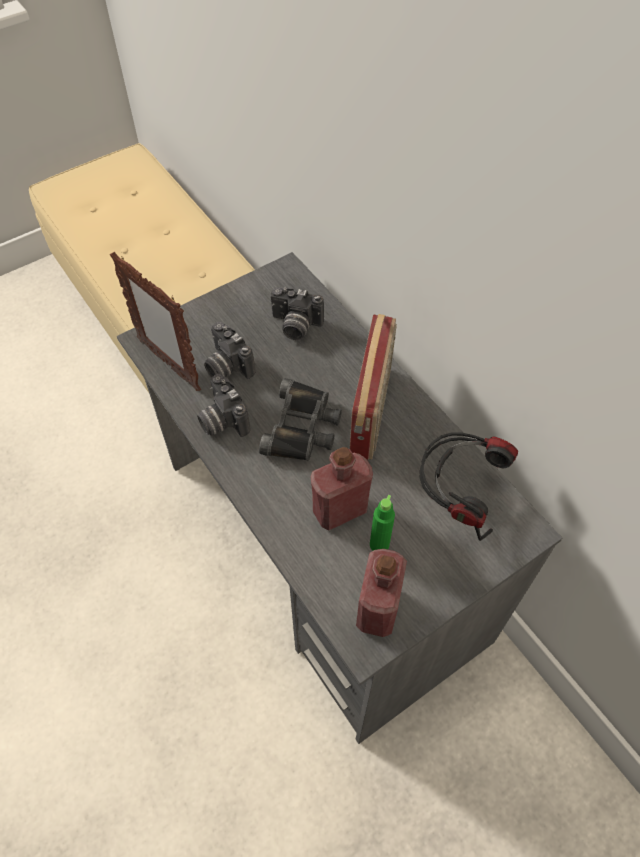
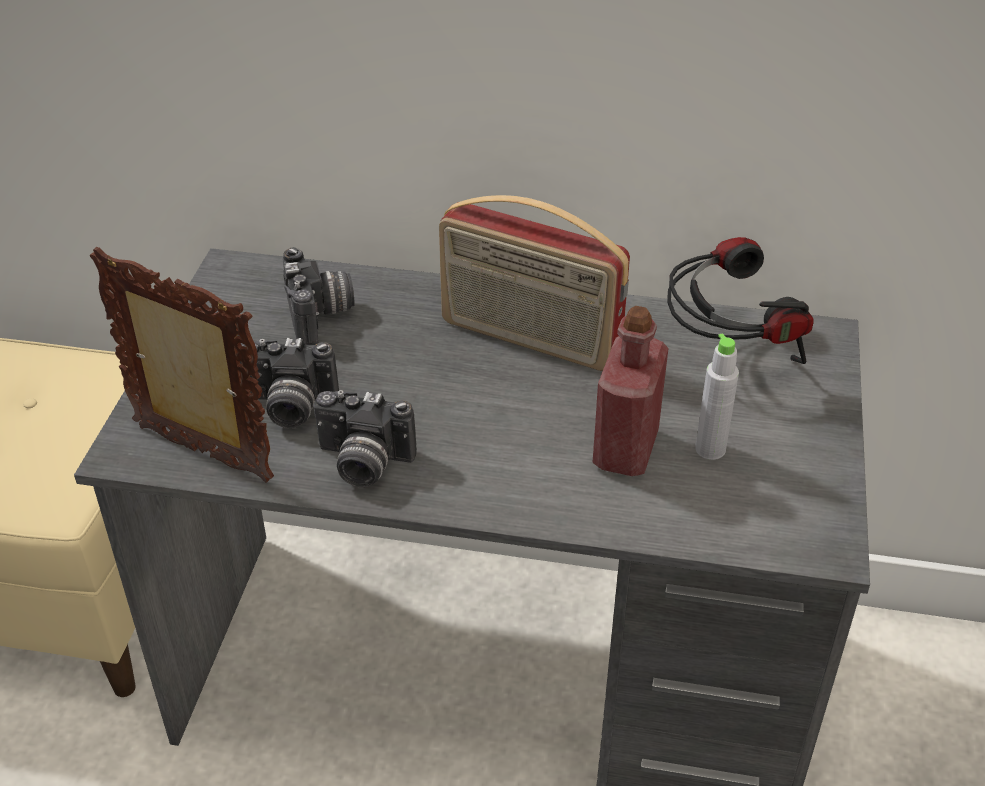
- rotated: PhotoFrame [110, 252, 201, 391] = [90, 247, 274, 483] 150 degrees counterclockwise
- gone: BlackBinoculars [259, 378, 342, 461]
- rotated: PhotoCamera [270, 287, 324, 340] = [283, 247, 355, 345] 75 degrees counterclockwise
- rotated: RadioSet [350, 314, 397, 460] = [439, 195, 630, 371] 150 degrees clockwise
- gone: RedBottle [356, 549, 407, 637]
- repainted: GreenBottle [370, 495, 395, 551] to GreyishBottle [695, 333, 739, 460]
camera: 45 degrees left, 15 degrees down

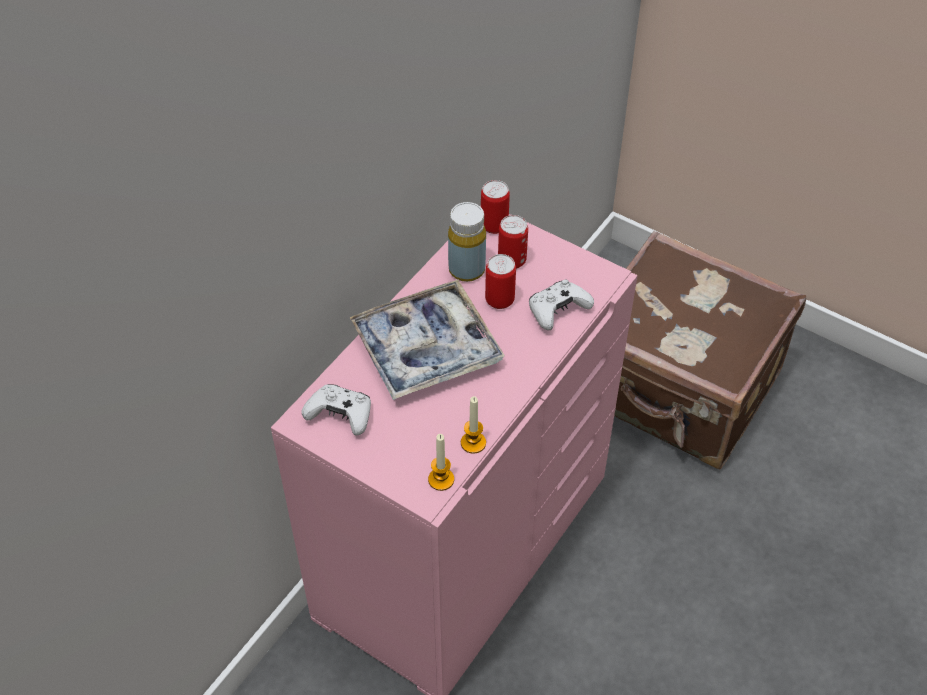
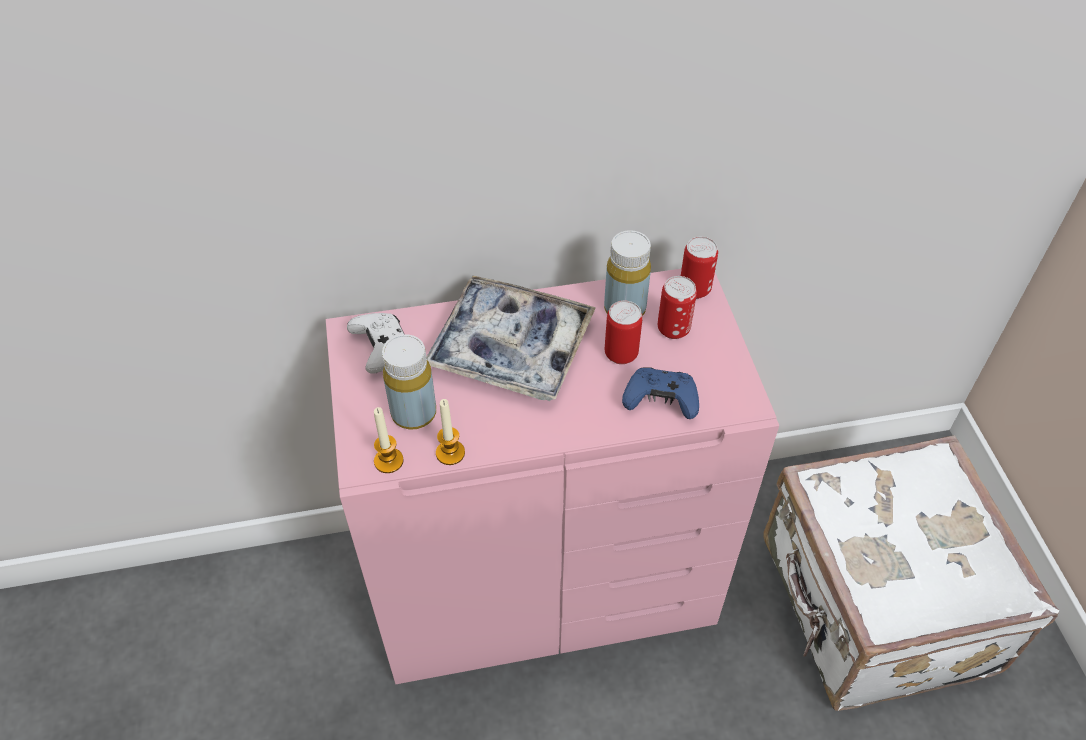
- repainted: WhiteGamepad [529, 280, 594, 330] to BlueColouredGamepad [622, 368, 699, 419]
- repainted: BrownishSuitcase [614, 231, 806, 469] to WhiteSuitcase [763, 435, 1059, 711]
- new: YellowishBottle [382, 334, 436, 429]
camera: 45 degrees right, 0 degrees up

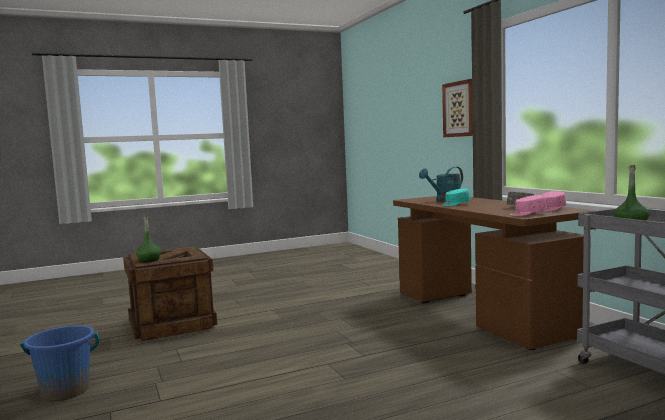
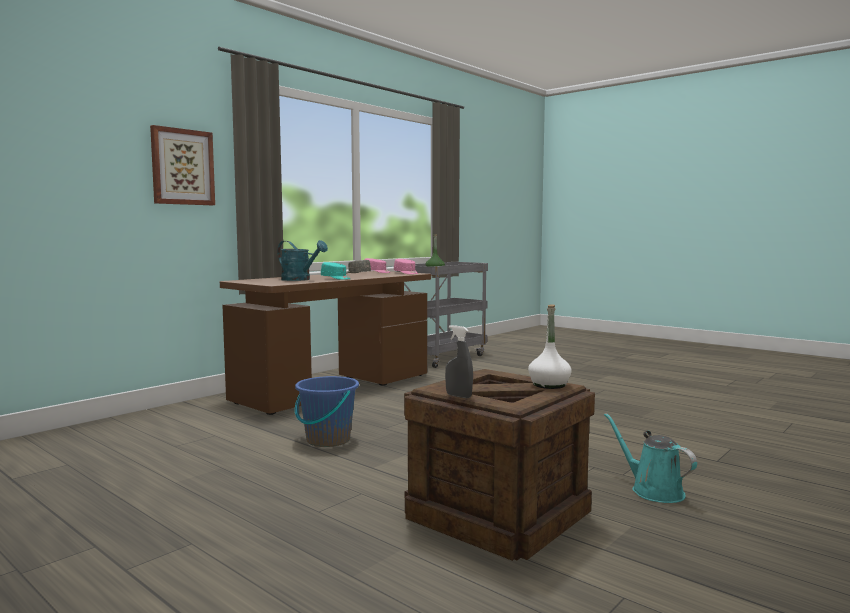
- shifted: BlueColouredPail [20, 325, 99, 401] to [295, 376, 359, 447]
- repainted: GreenBottle [136, 216, 161, 263] to WhiteBottle [528, 304, 572, 389]
- new: GreyishSprayer [445, 325, 473, 398]
- new: TurquoiseColouredWateringPot [604, 413, 697, 503]
camera: 115 degrees left, 0 degrees up

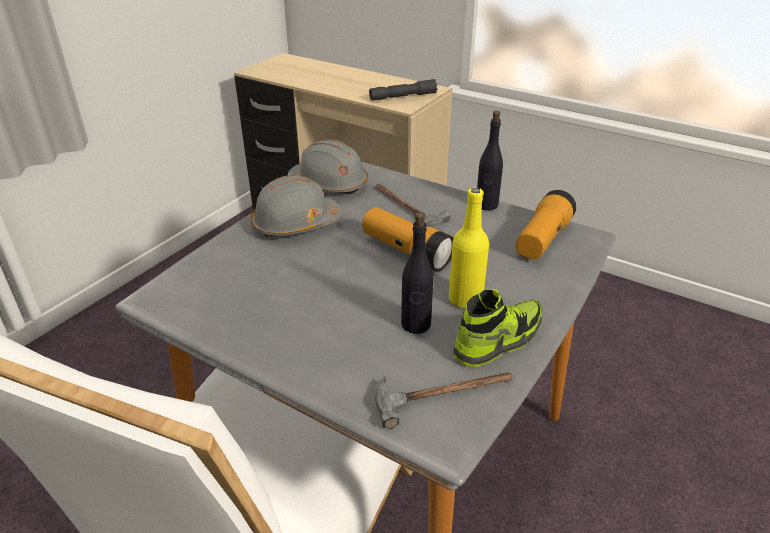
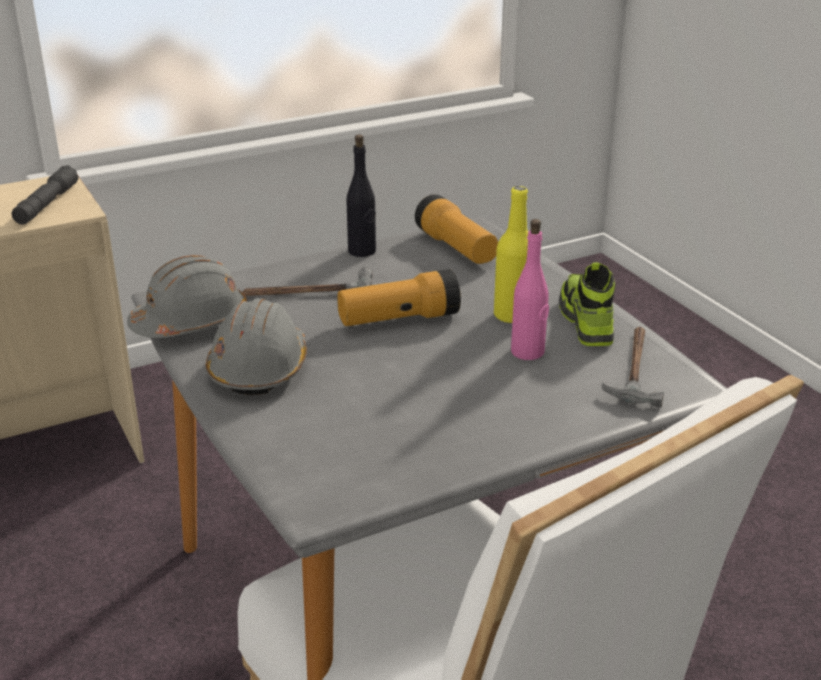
- repainted: BlackBottle [401, 212, 433, 334] to PinkColouredBottle [511, 219, 549, 360]
camera: 60 degrees left, 5 degrees down

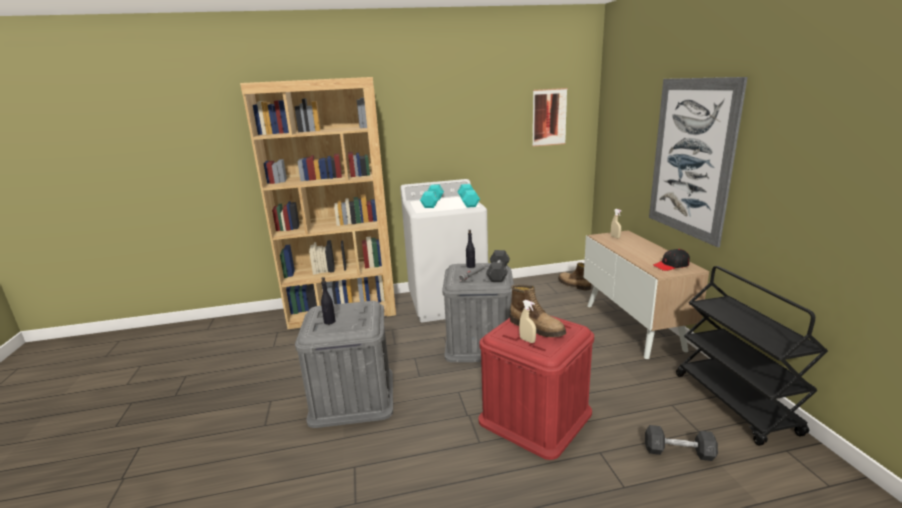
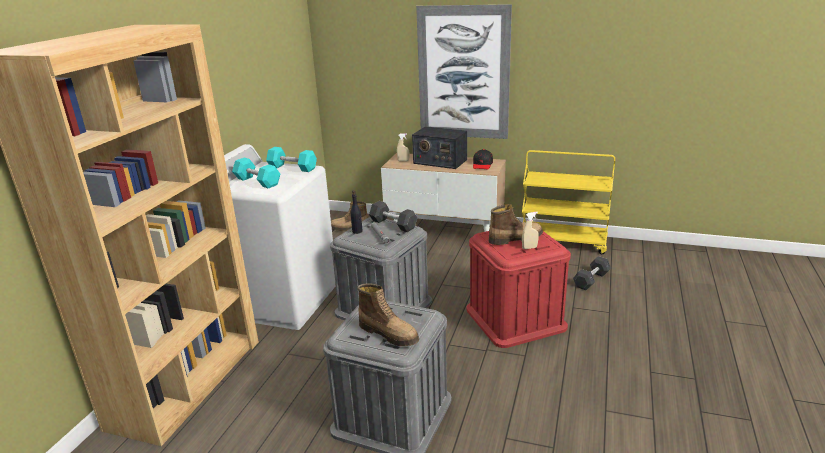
- swapped: BlackBottle [321, 277, 336, 325] to TallBoot [357, 284, 419, 346]
- gone: WallArt [532, 88, 567, 147]
- repainted: BlackWheeledCart [676, 266, 828, 446] to YellowishWheeledCart [522, 150, 615, 254]
- new: RadioSet [412, 127, 467, 169]
camera: 60 degrees left, 5 degrees up

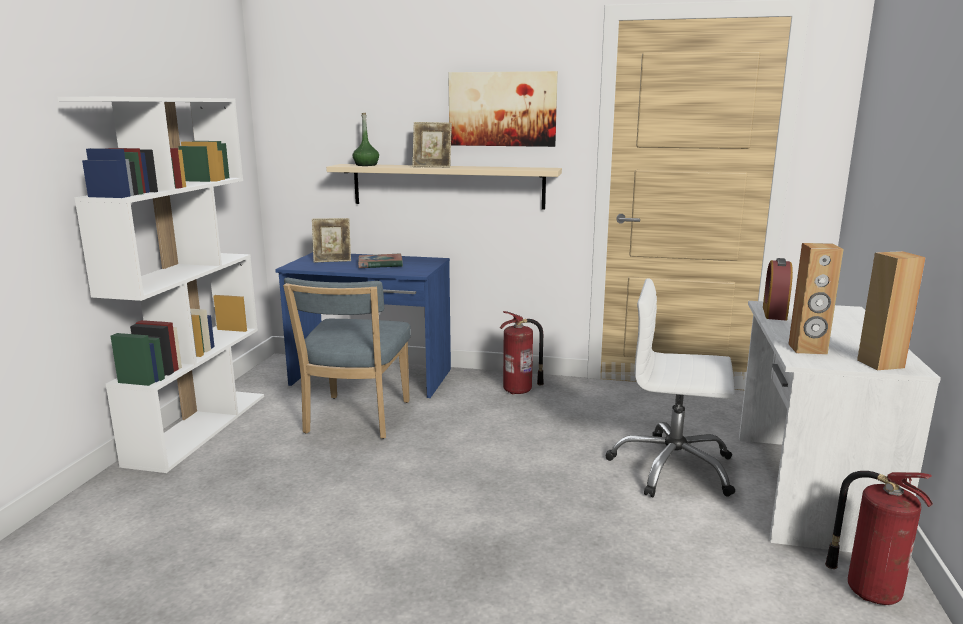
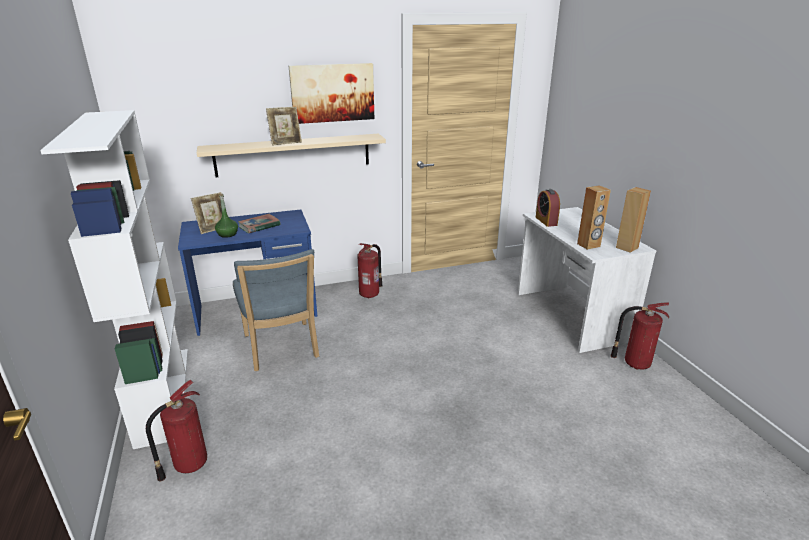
- shifted: GreenBottle [352, 113, 379, 166] to [215, 194, 238, 238]
- gone: WhiteDeskChair [606, 278, 735, 497]
- new: FireFightingCylinder [146, 380, 207, 481]
camera: 30 degrees left, 10 degrees up

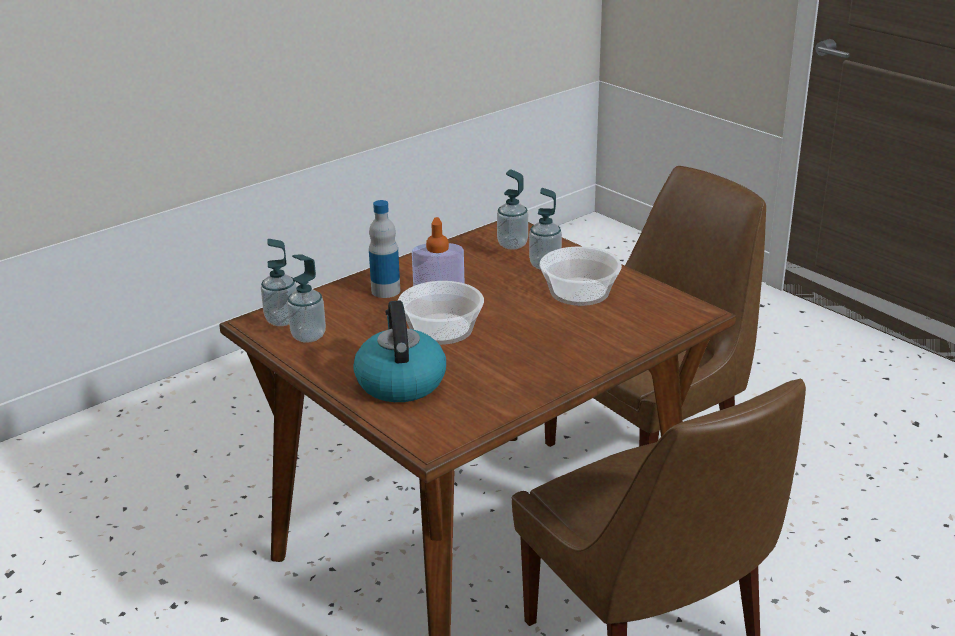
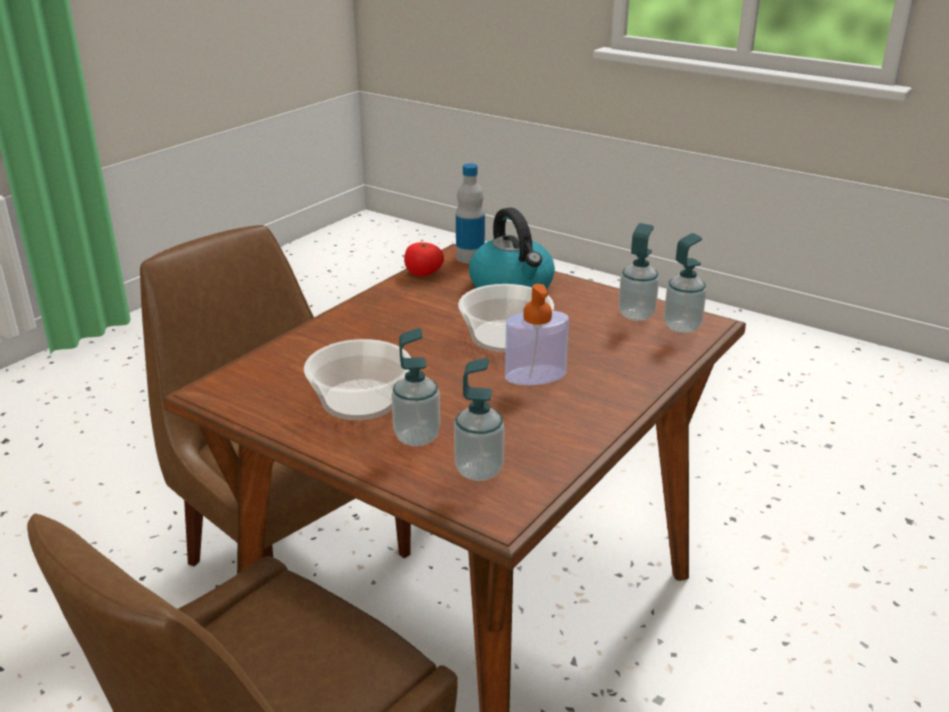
- shifted: Bottle [369, 200, 400, 298] to [456, 163, 485, 264]
- new: FreshTomato [404, 242, 444, 276]
camera: 165 degrees right, 0 degrees up

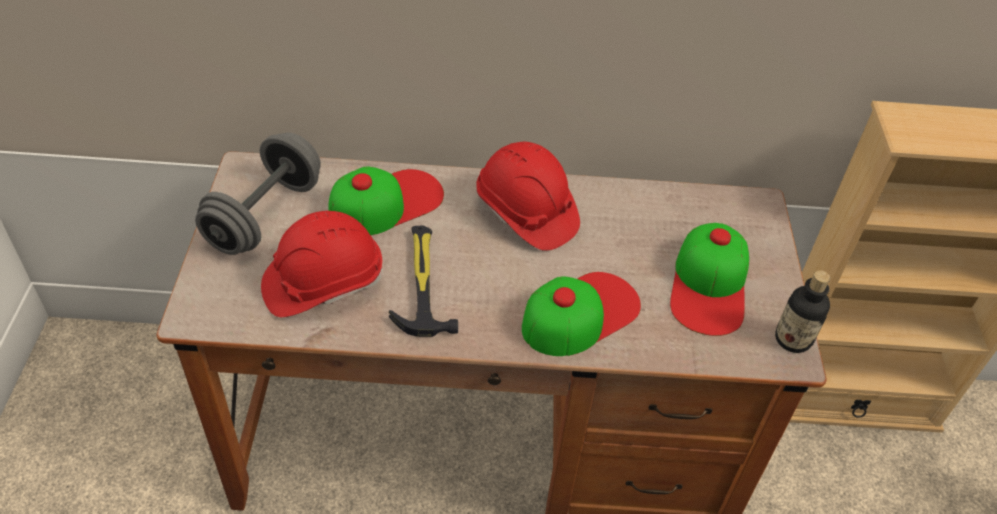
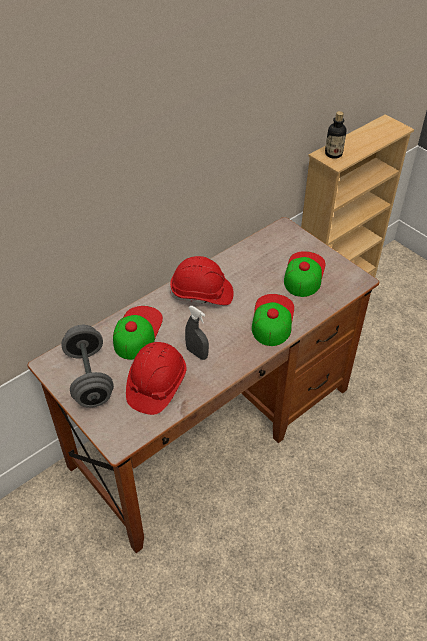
- swapped: HandHammer [389, 226, 458, 337] to GreyishSprayer [185, 306, 209, 360]
- rotated: PeakedCap [670, 223, 749, 336] = [284, 251, 325, 297] 135 degrees counterclockwise
- shifted: Bottle [775, 270, 830, 353] to [325, 111, 346, 159]
camera: 40 degrees left, 0 degrees up

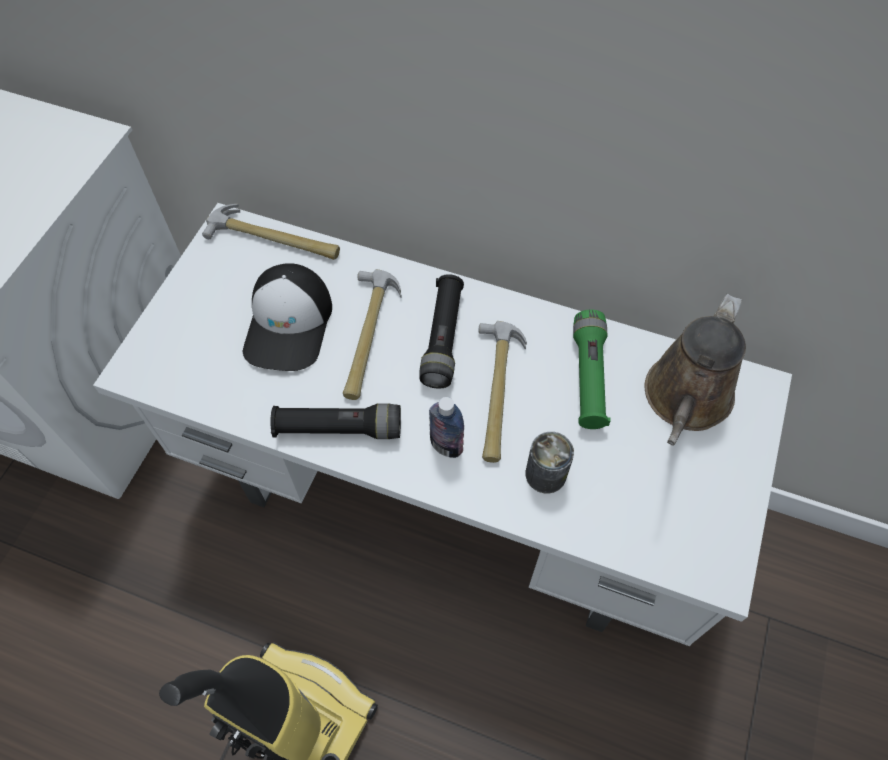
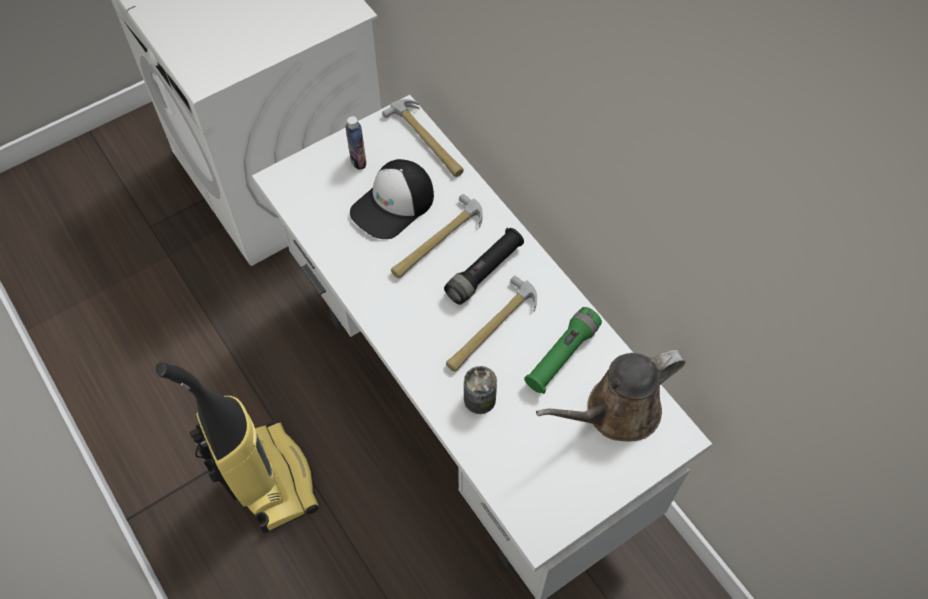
- gone: BlackFlashlight [270, 403, 401, 439]
- shifted: Bottle [429, 397, 464, 458] to [345, 116, 366, 170]
camera: 35 degrees right, 0 degrees up

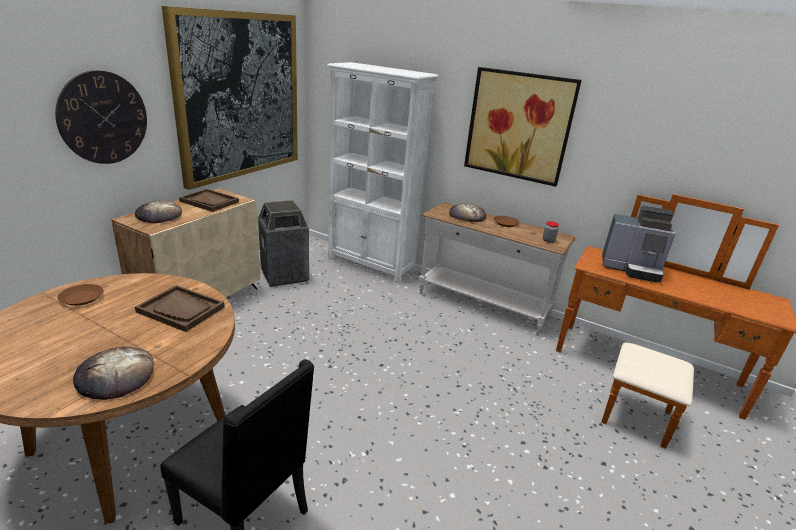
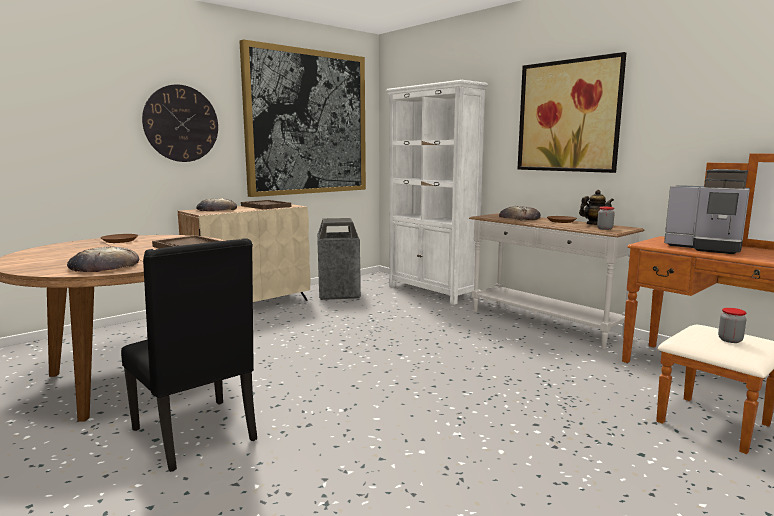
- new: Teapot [579, 190, 614, 225]
- new: Jar [718, 308, 746, 343]
camera: 20 degrees right, 15 degrees down

